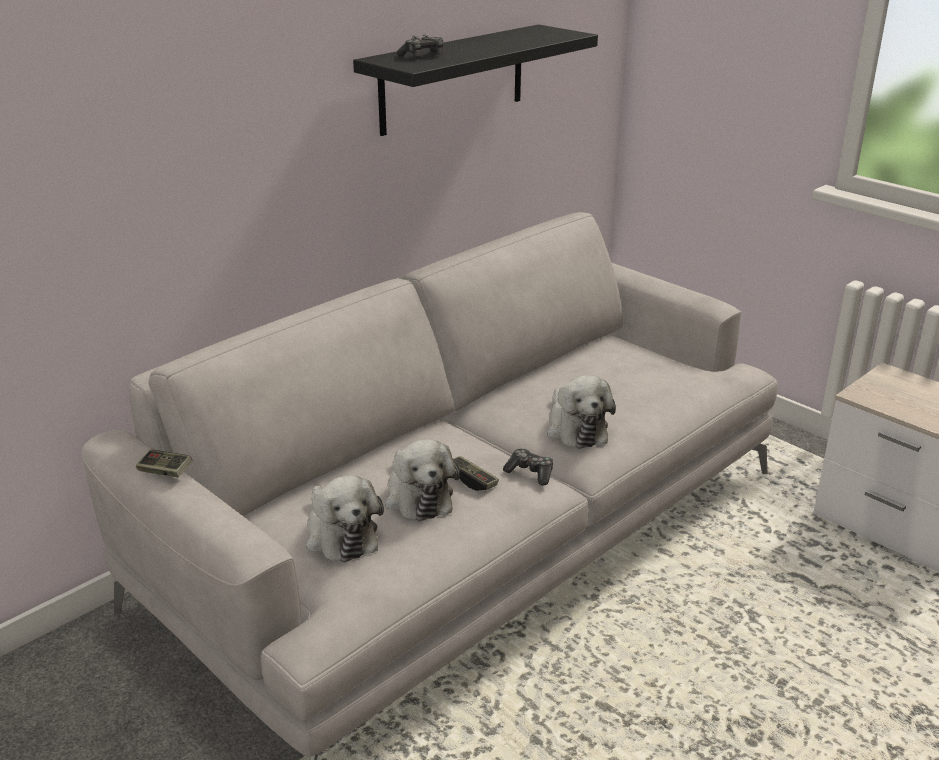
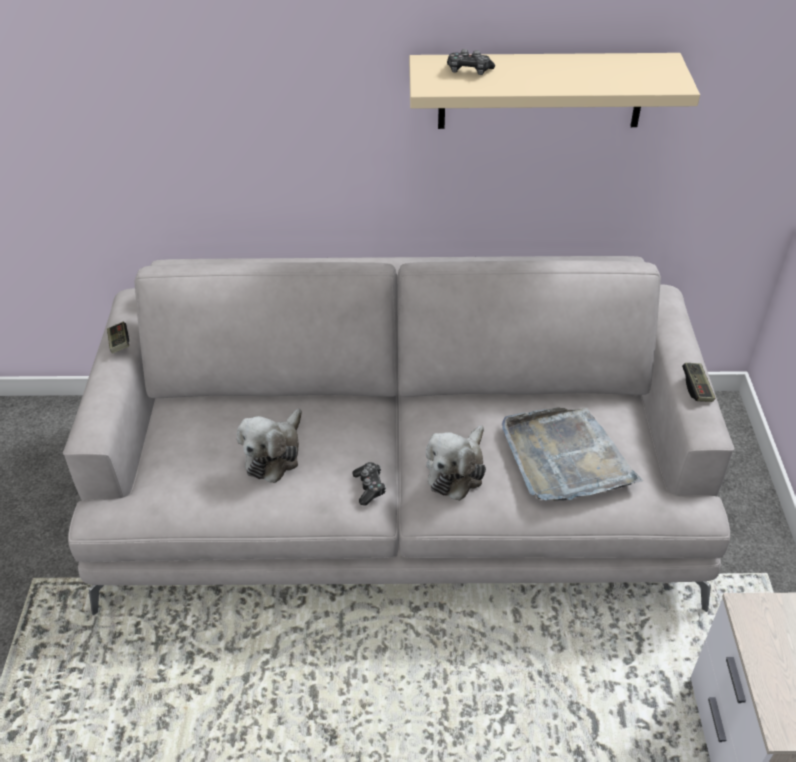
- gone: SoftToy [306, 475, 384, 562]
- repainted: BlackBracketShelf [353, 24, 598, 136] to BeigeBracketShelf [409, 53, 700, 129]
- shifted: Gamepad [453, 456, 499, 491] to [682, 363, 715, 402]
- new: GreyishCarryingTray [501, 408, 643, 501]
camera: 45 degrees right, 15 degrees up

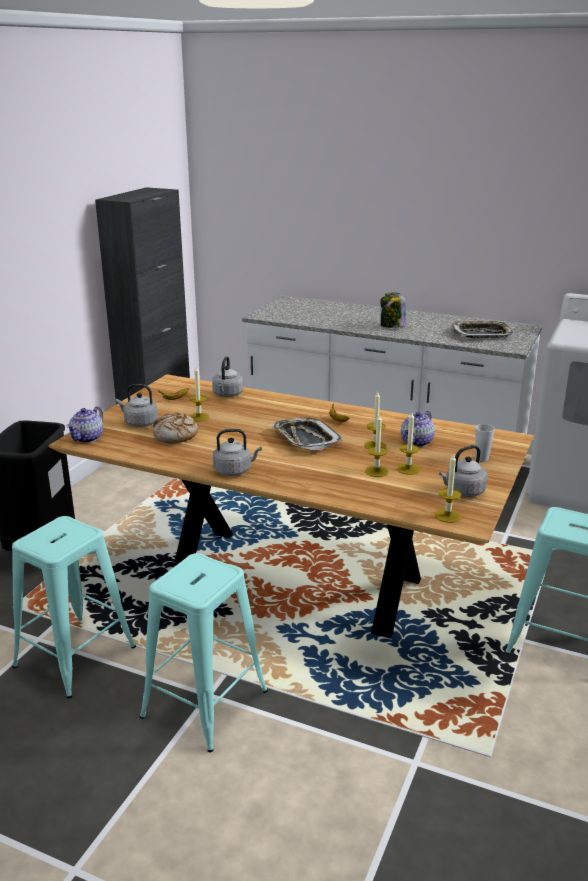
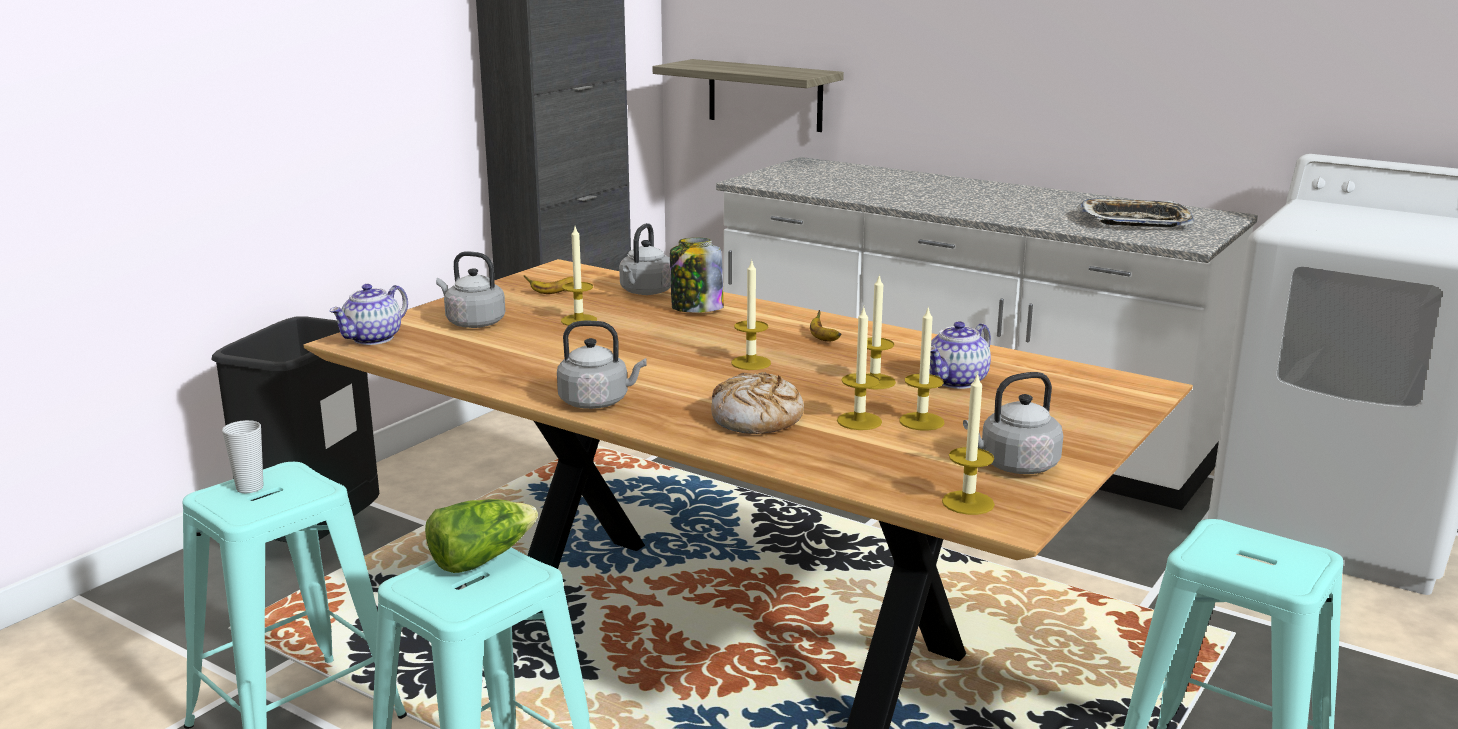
- shifted: BakeryBread [153, 413, 198, 443] to [711, 372, 804, 434]
- swapped: CarryingTray [272, 417, 342, 450] to Candle [731, 259, 771, 370]
- shifted: Jar [380, 293, 406, 328] to [670, 238, 724, 313]
- shifted: Cup [475, 424, 495, 462] to [222, 420, 263, 493]
- new: HeadOfLettuce [425, 499, 538, 573]
- new: BracketShelf [653, 59, 844, 132]
camera: 10 degrees right, 5 degrees down

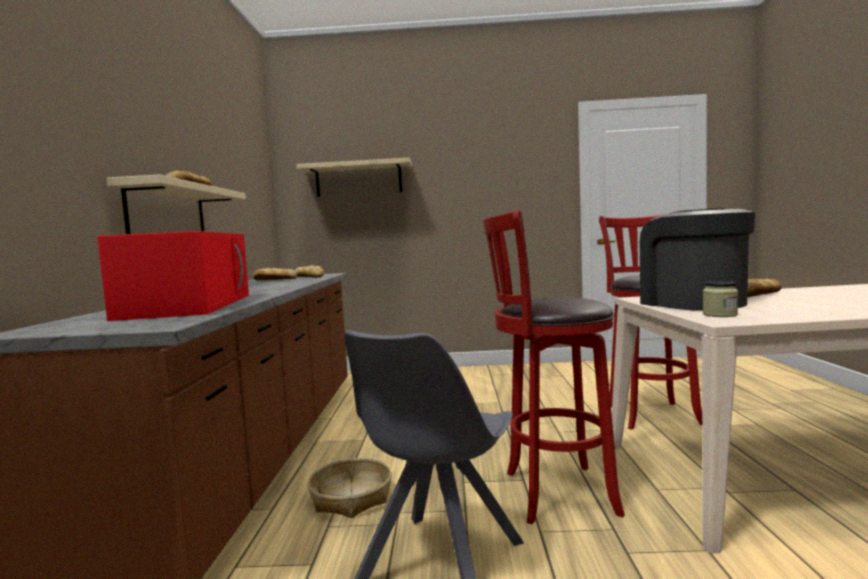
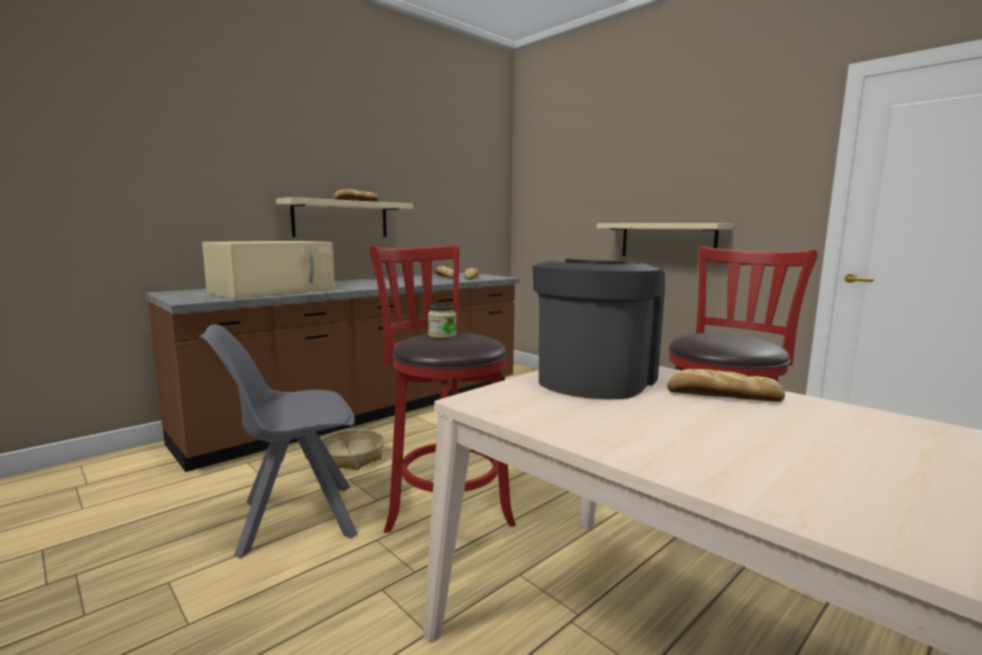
- repainted: RedKitchenMicrowave [97, 231, 249, 321] to BeigeKitchenMicrowave [202, 241, 335, 298]
- shifted: BeigeBracketShelf [297, 158, 412, 197] to [597, 223, 733, 256]
- shifted: Jar [703, 281, 738, 317] to [428, 304, 456, 338]
camera: 45 degrees right, 5 degrees up

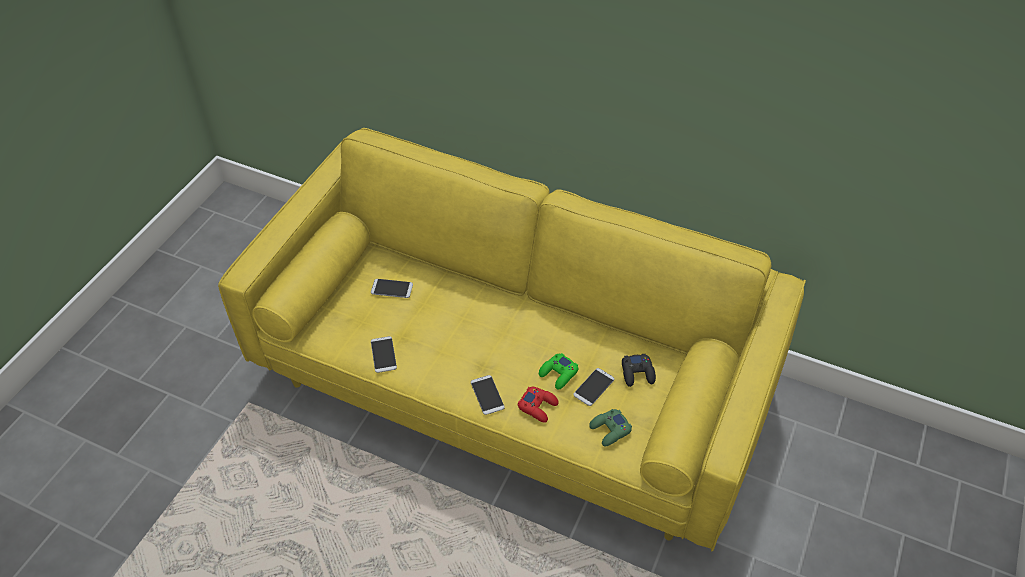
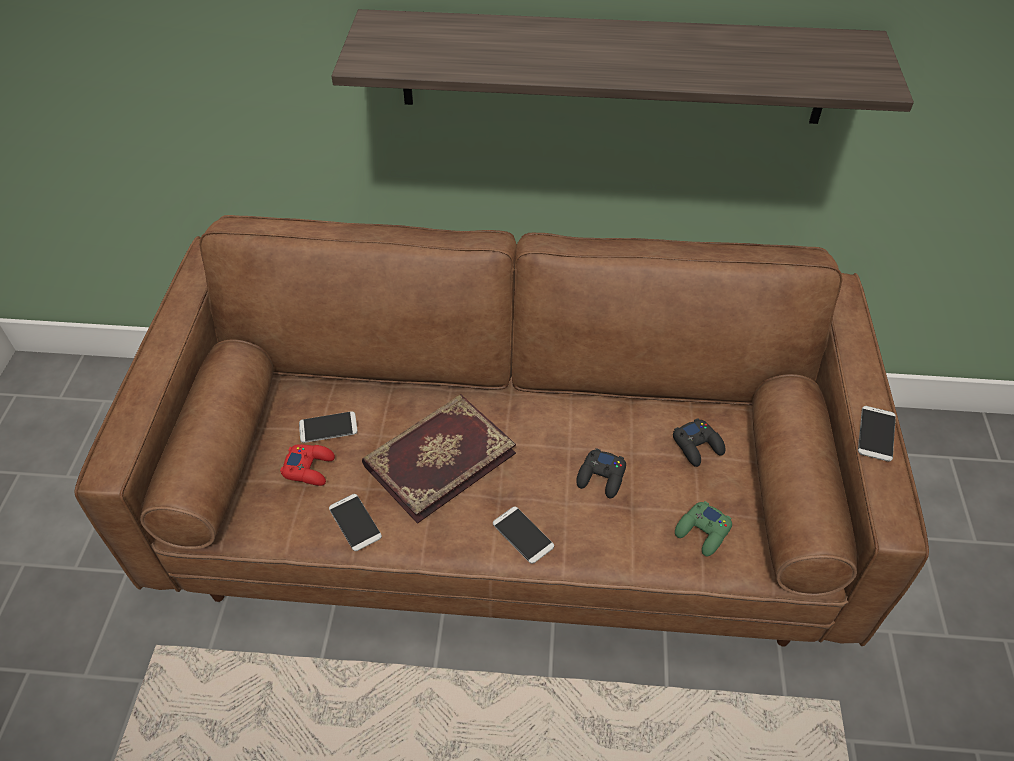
- repainted: YellowishSettee [218, 128, 806, 551] to BrownishSettee [75, 215, 929, 647]
- shifted: RedGamepad [518, 387, 559, 423] to [280, 444, 335, 486]
- repainted: GreenGamepad [539, 353, 578, 390] to BlackGamepad [576, 448, 626, 498]
- shifted: Phone [573, 368, 614, 406] to [858, 406, 896, 462]
- new: BracketShelf [332, 9, 914, 124]
- new: BoundBook [362, 394, 516, 524]
camera: 20 degrees left, 0 degrees up

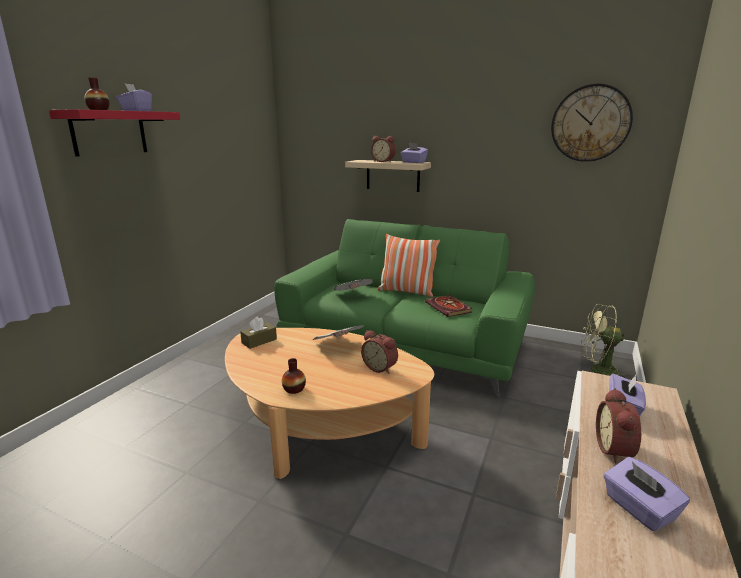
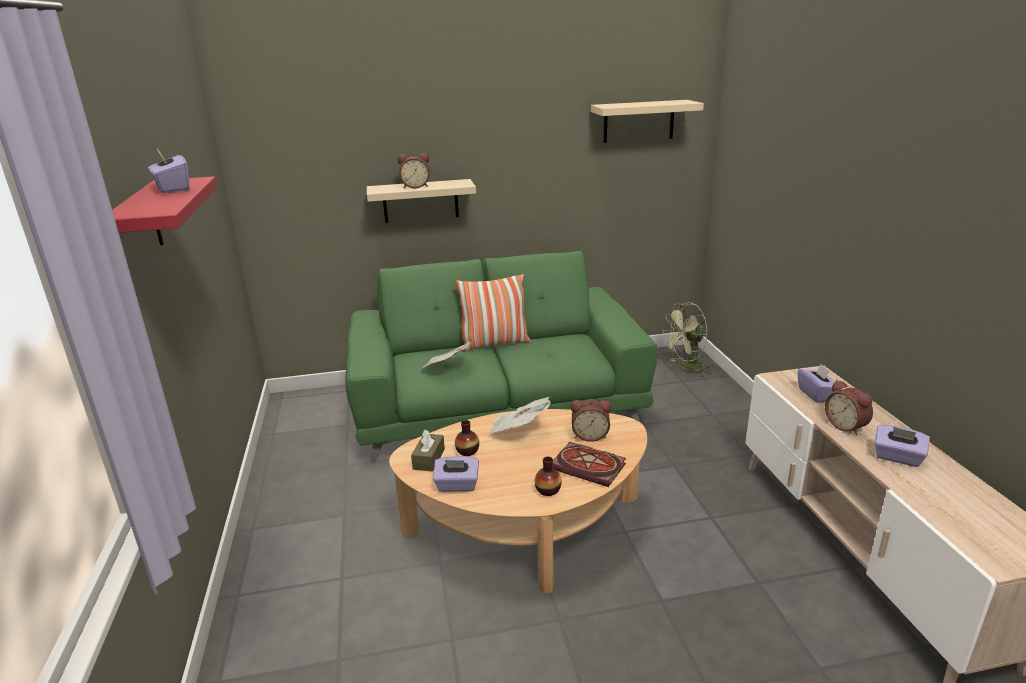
- shifted: FlowerVase [85, 77, 109, 110] to [455, 420, 479, 456]
- shifted: PurplishBoxOfTissues [400, 143, 428, 163] to [433, 456, 479, 492]
- shifted: BoundBook [425, 295, 473, 317] to [552, 442, 626, 487]
- swapped: HangingClock [551, 84, 633, 162] to BeigeBracketShelf [591, 100, 704, 143]
camera: 35 degrees left, 5 degrees up

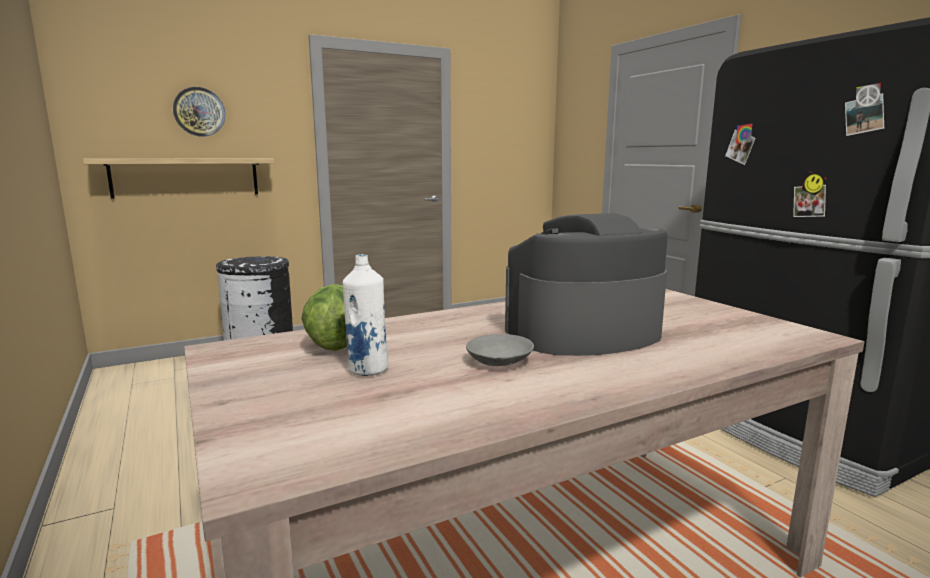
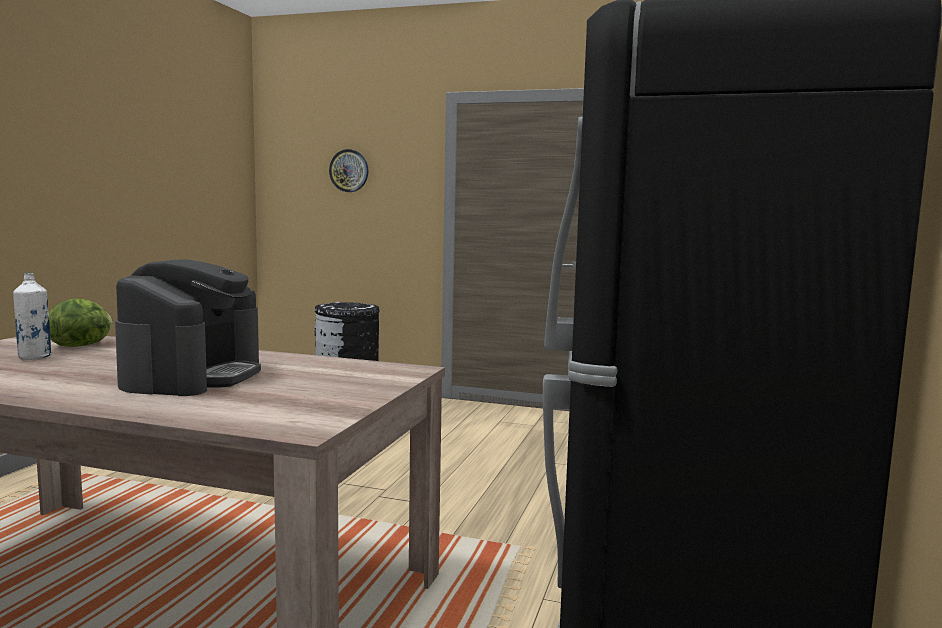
- gone: BracketShelf [83, 158, 274, 199]
- gone: GreyishServingBowl [466, 334, 534, 366]
- rotated: CoffeeMaker [505, 213, 668, 356] = [115, 259, 261, 396] 75 degrees clockwise
camera: 45 degrees right, 5 degrees down

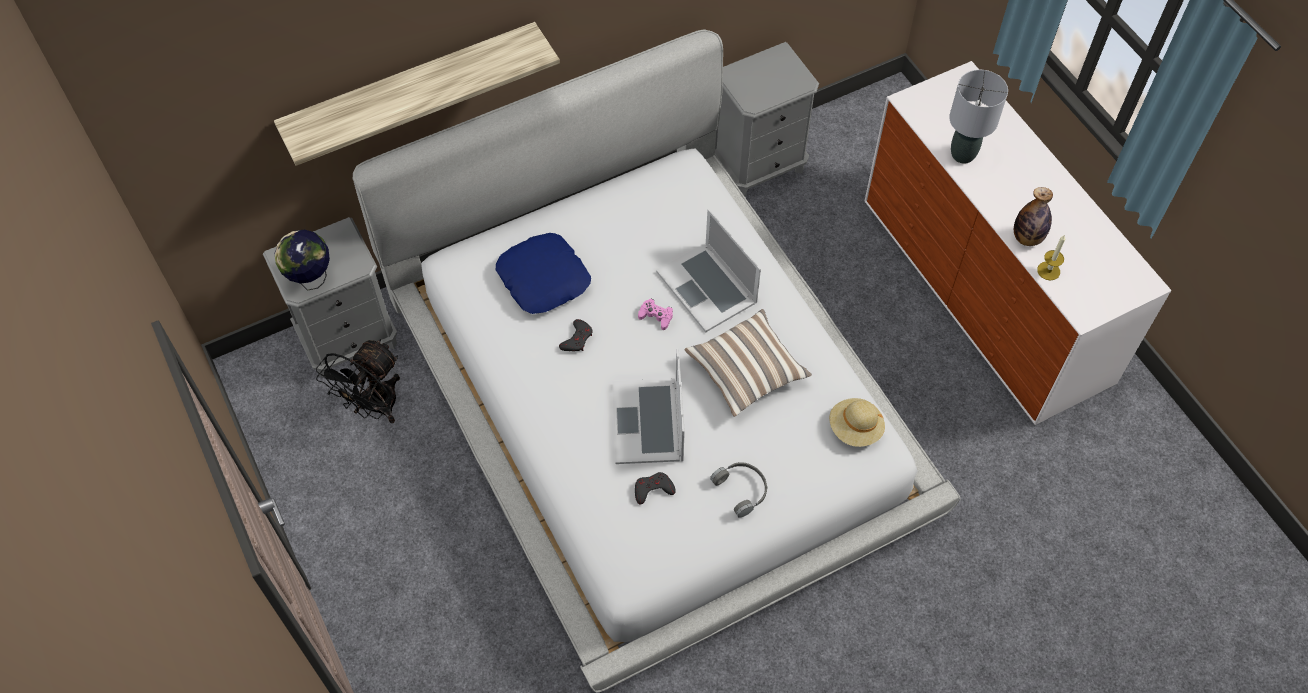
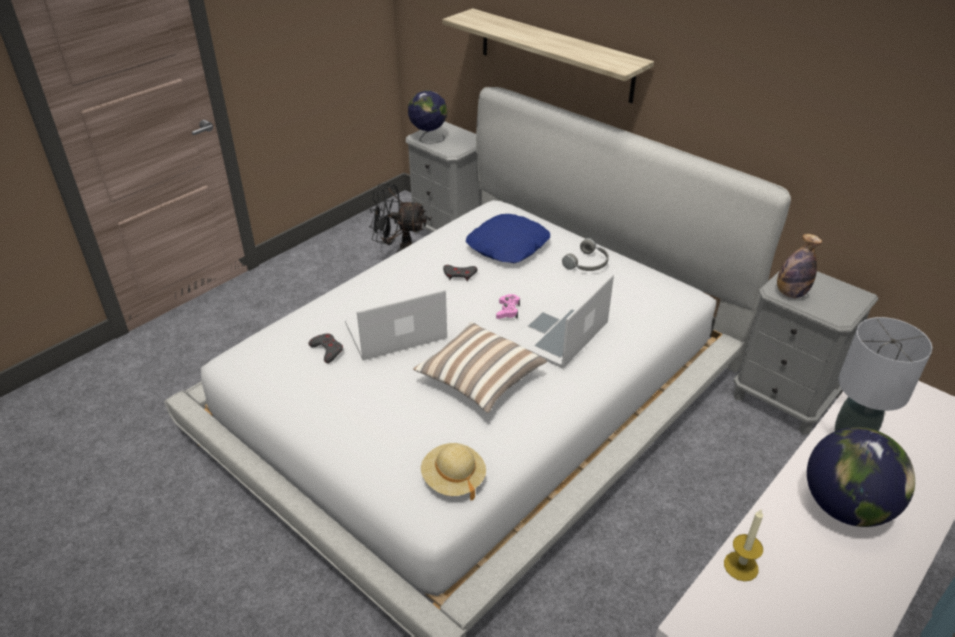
- shifted: GreyishPairOfHeadphones [710, 462, 767, 518] to [562, 238, 609, 271]
- shifted: Bottle [1014, 187, 1053, 246] to [777, 234, 822, 298]
- new: WorldGlobe [807, 427, 915, 527]
camera: 70 degrees right, 20 degrees down

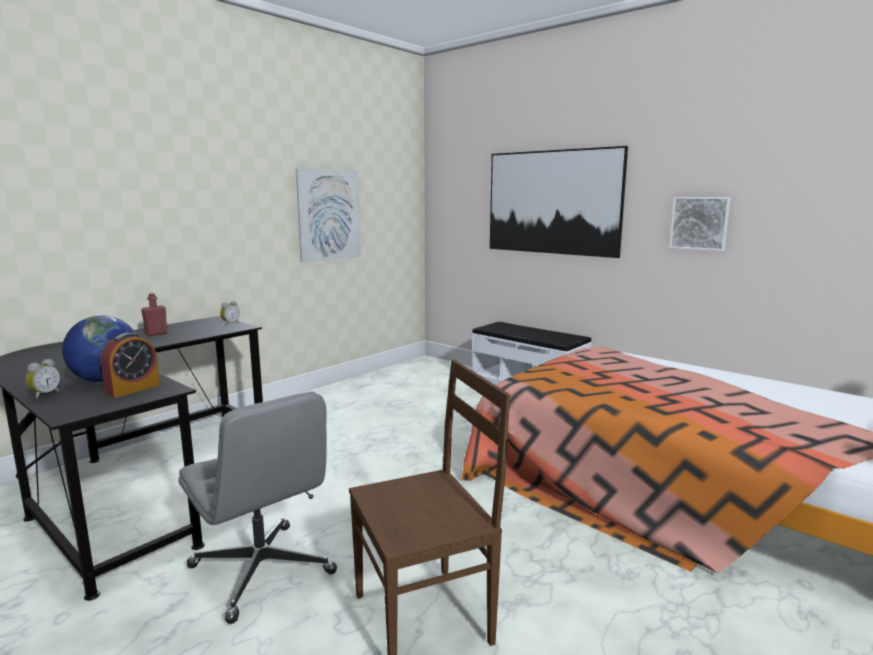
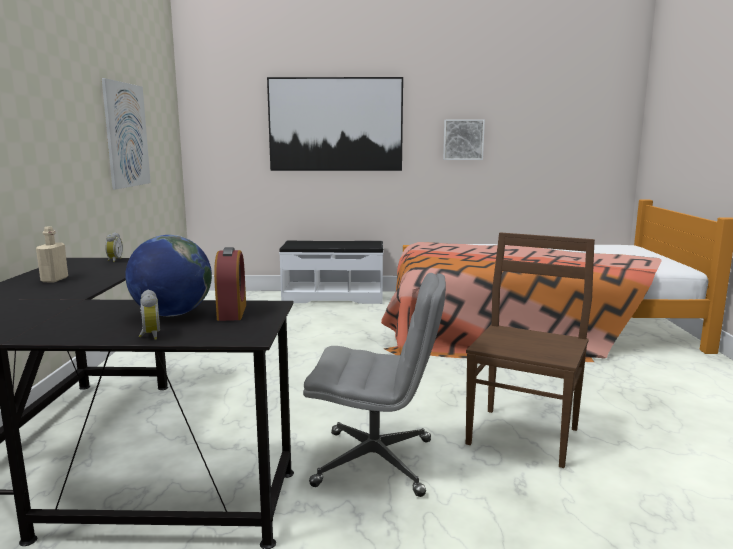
- repainted: RedBottle [141, 293, 168, 336] to BeigeBottle [36, 226, 68, 283]
camera: 40 degrees left, 0 degrees up

